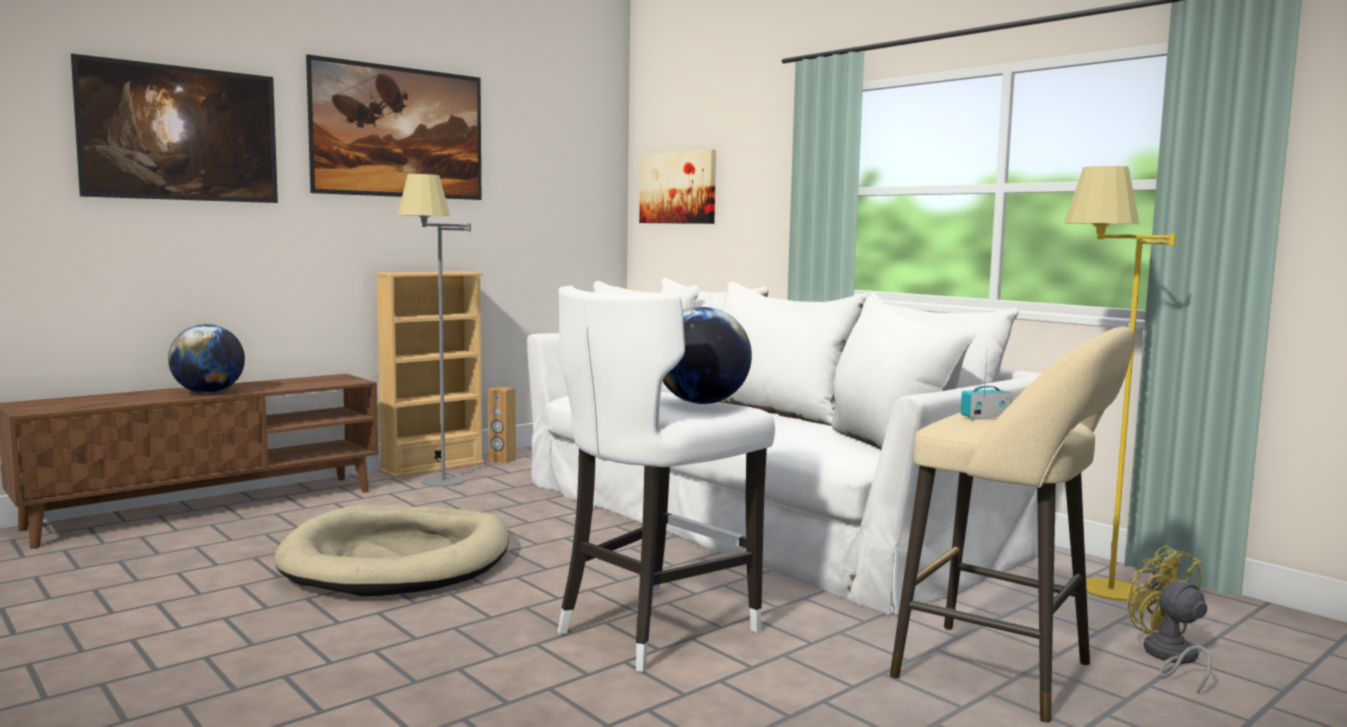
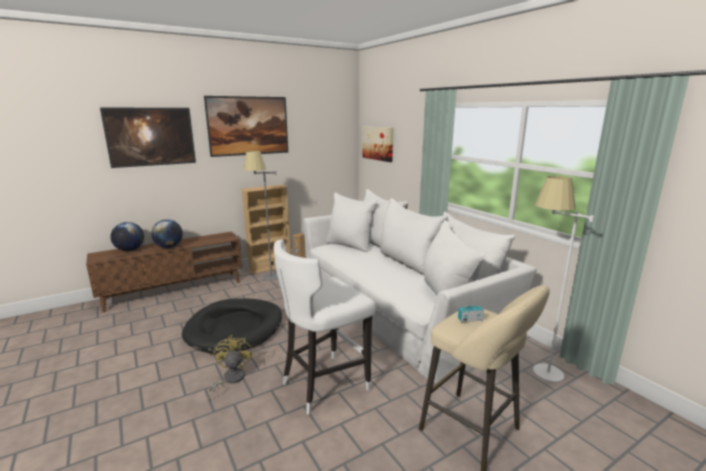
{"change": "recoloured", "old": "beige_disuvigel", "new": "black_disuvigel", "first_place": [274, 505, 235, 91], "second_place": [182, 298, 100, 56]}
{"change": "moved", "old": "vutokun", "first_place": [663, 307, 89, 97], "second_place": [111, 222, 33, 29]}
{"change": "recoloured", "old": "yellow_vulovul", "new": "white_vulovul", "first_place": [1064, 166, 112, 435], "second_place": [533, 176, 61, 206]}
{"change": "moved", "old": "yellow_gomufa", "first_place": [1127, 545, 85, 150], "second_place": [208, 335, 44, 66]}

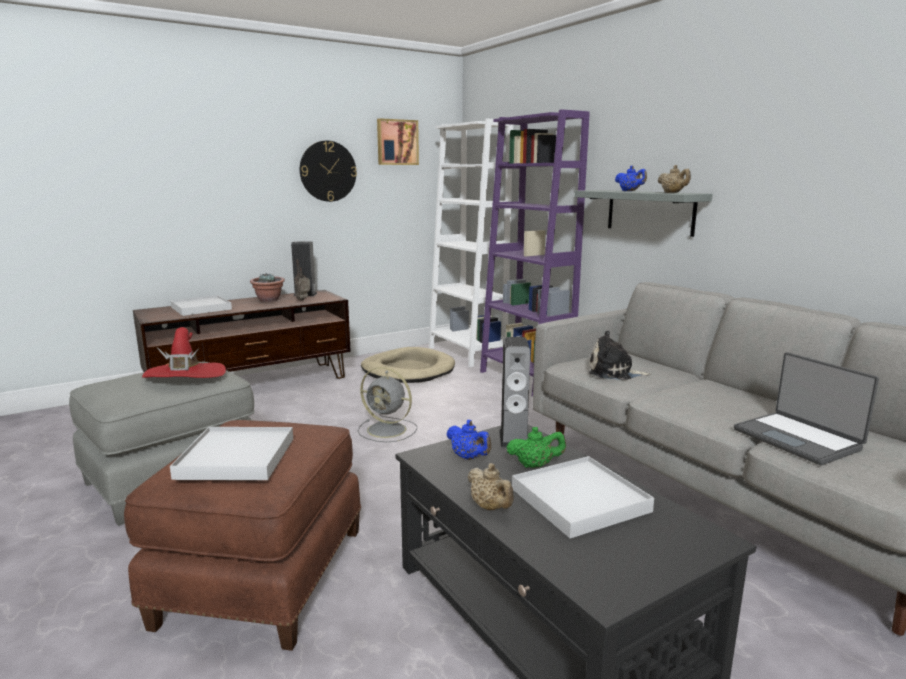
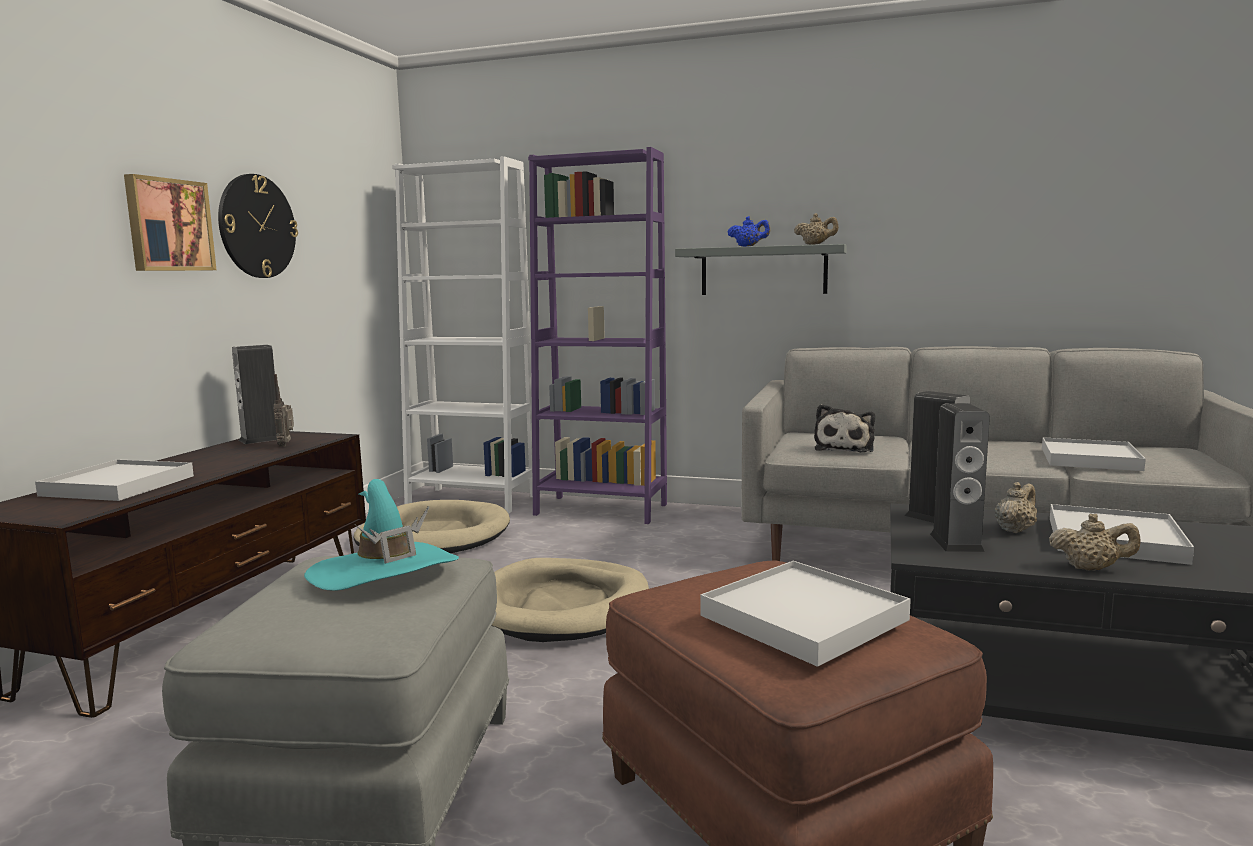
{"change": "recoloured", "old": "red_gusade", "new": "turquoise_gusade", "first_place": [142, 327, 84, 51], "second_place": [304, 479, 155, 112]}
{"change": "removed", "old": "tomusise", "first_place": [250, 273, 35, 29]}
{"change": "replaced", "old": "grey_gomufa", "new": "beige_disuvigel", "first_place": [357, 367, 60, 75], "second_place": [492, 558, 157, 84]}
{"change": "moved", "old": "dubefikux", "first_place": [377, 118, 42, 47], "second_place": [124, 174, 93, 97]}
{"change": "replaced", "old": "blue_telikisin", "new": "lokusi", "first_place": [446, 420, 45, 40], "second_place": [930, 403, 60, 149]}
{"change": "recoloured", "old": "green_telikisin", "new": "beige_telikisin", "first_place": [507, 427, 59, 41], "second_place": [995, 482, 42, 51]}
{"change": "turned", "old": "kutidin", "first_place": [589, 330, 62, 50], "second_place": [814, 404, 61, 48], "degrees": -45}
{"change": "replaced", "old": "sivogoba", "new": "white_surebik", "first_place": [734, 352, 145, 113], "second_place": [1042, 437, 104, 34]}

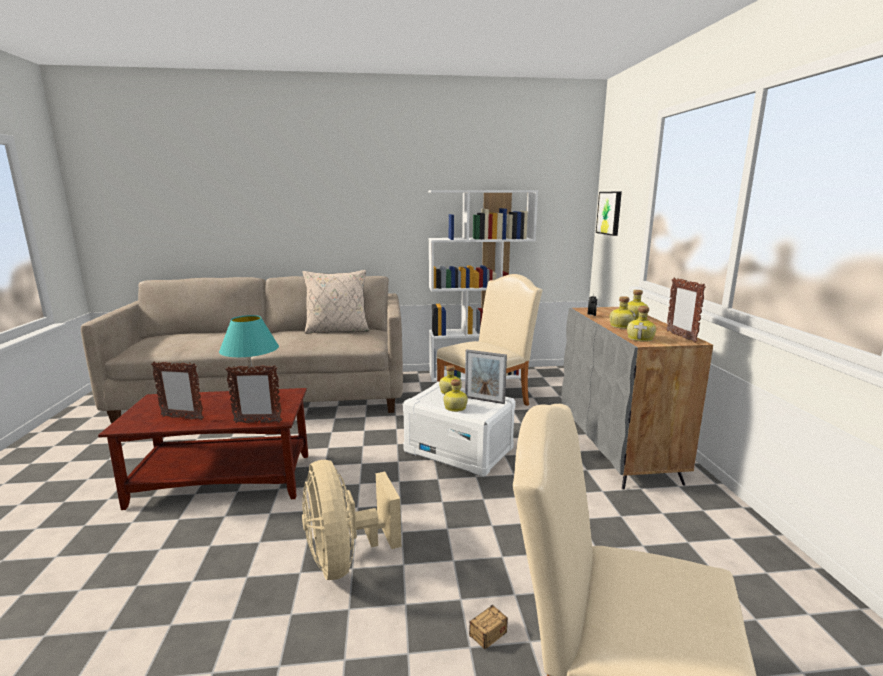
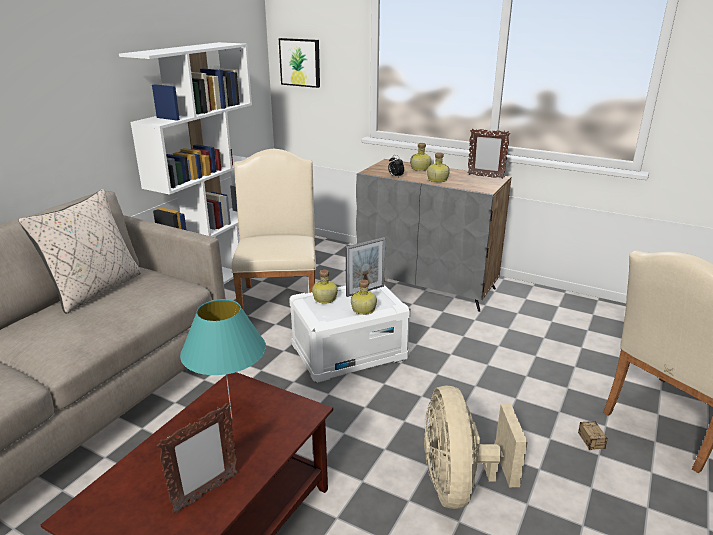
{"change": "removed", "old": "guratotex", "first_place": [225, 365, 57, 58]}
{"change": "turned", "old": "beige_gomufa", "first_place": [302, 460, 99, 120], "second_place": [424, 385, 104, 124], "degrees": 75}
{"change": "removed", "old": "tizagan", "first_place": [627, 306, 29, 36]}

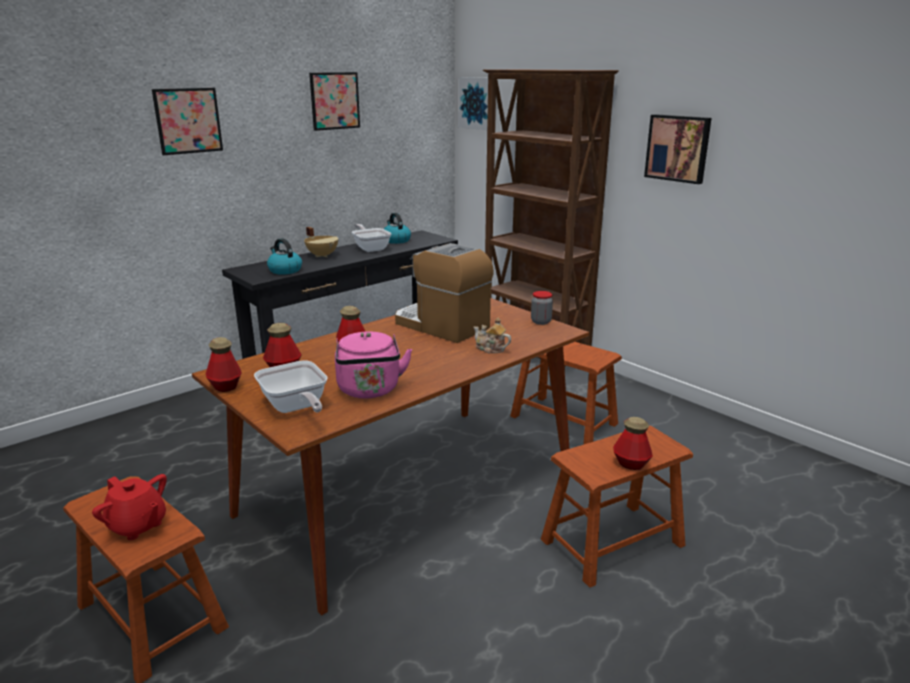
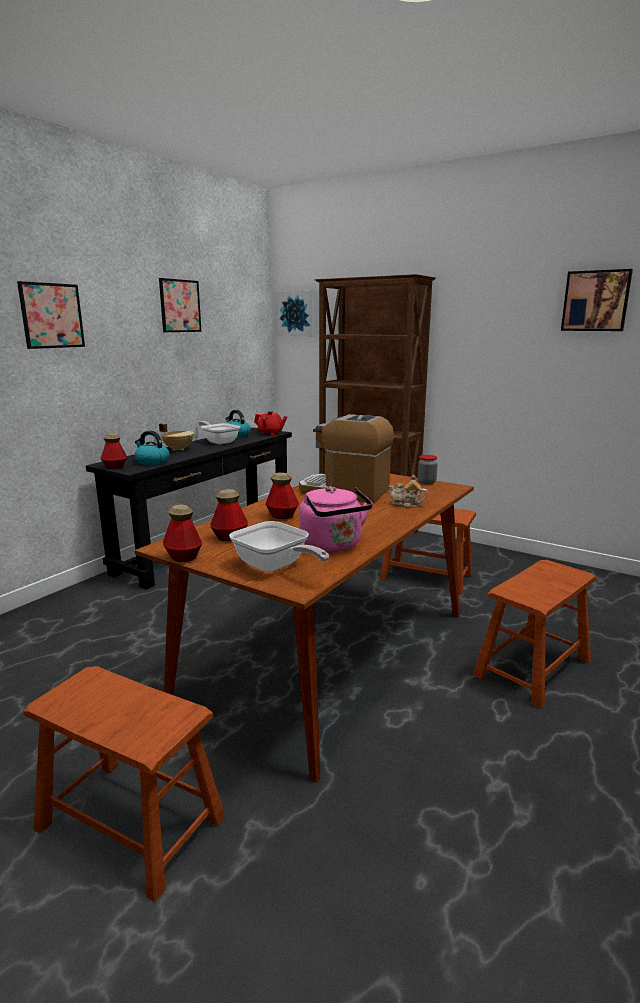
{"change": "moved", "old": "red_telikisin", "first_place": [92, 474, 75, 66], "second_place": [254, 411, 33, 24]}
{"change": "moved", "old": "tizagan", "first_place": [613, 417, 40, 53], "second_place": [101, 434, 26, 35]}
{"change": "moved", "old": "dubefikux", "first_place": [644, 114, 68, 70], "second_place": [561, 269, 72, 62]}

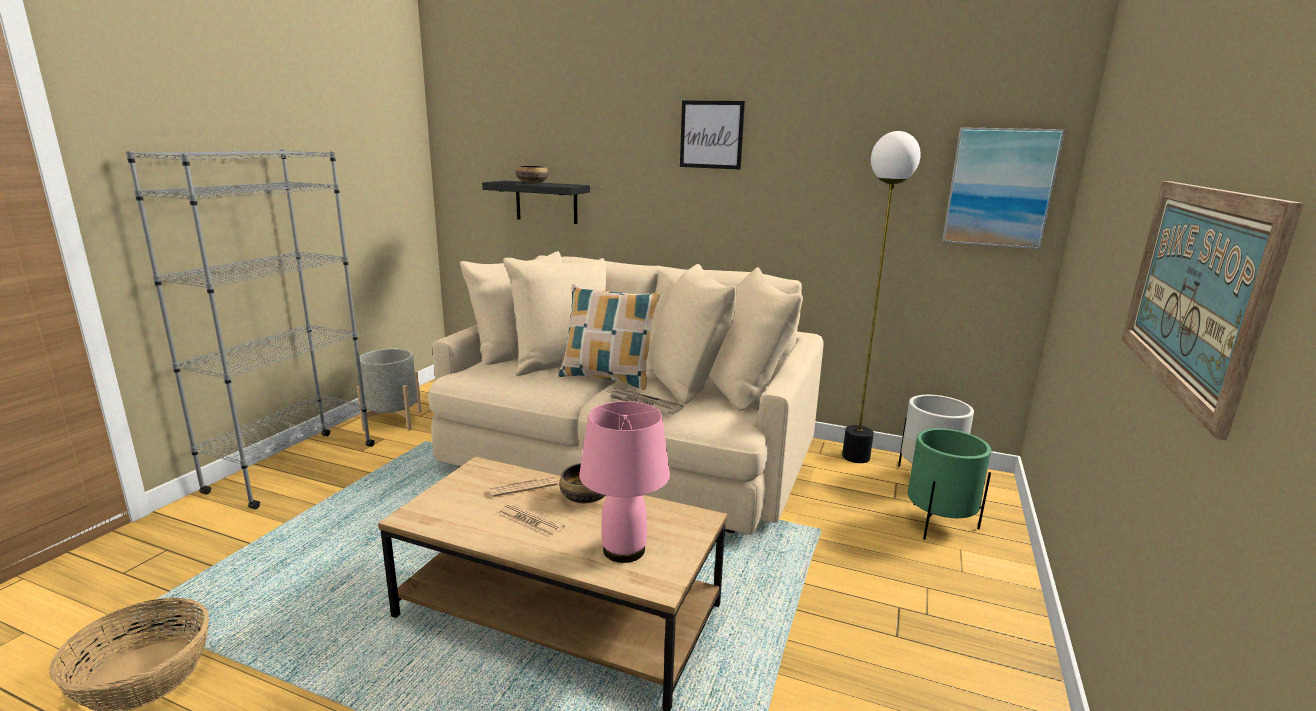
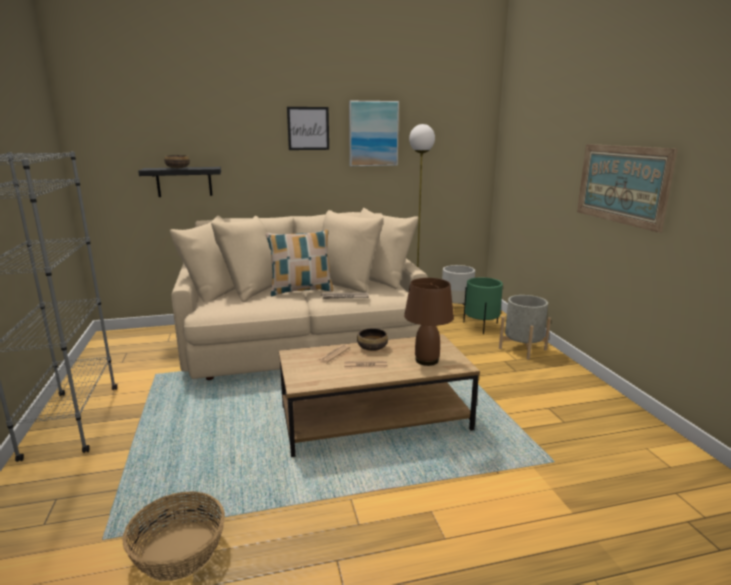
{"change": "moved", "old": "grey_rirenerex", "first_place": [357, 349, 65, 82], "second_place": [499, 295, 52, 65]}
{"change": "recoloured", "old": "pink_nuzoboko", "new": "brown_nuzoboko", "first_place": [579, 401, 91, 162], "second_place": [404, 278, 50, 88]}
{"change": "moved", "old": "dubefikux", "first_place": [942, 127, 123, 123], "second_place": [349, 101, 50, 65]}

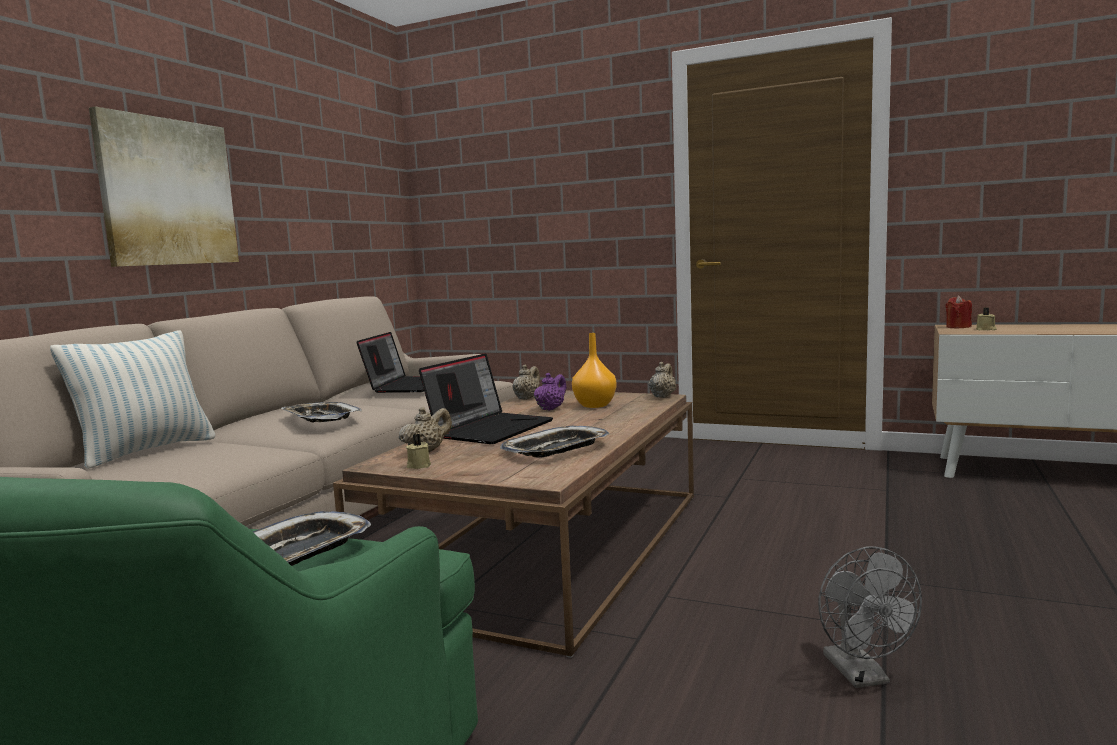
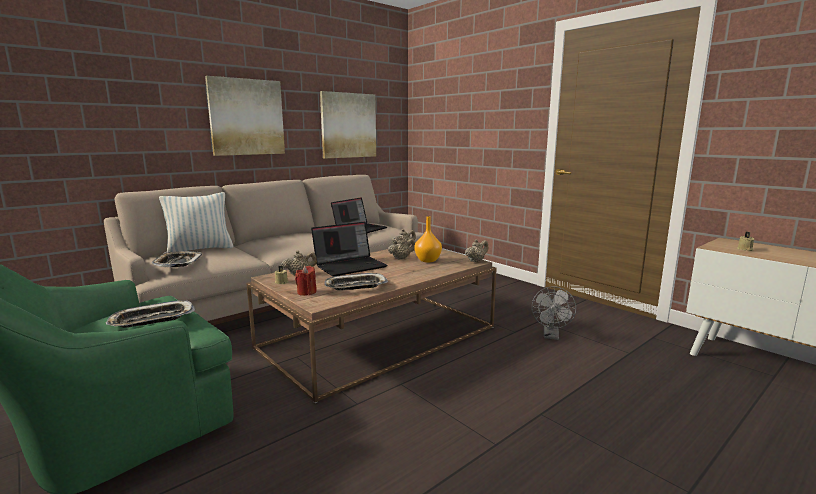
{"change": "moved", "old": "surebik", "first_place": [282, 402, 80, 20], "second_place": [152, 251, 50, 16]}
{"change": "recoloured", "old": "purple_telikisin", "new": "beige_telikisin", "first_place": [534, 373, 32, 38], "second_place": [388, 237, 27, 23]}
{"change": "moved", "old": "grey_gomufa", "first_place": [818, 547, 104, 141], "second_place": [532, 286, 44, 54]}
{"change": "moved", "old": "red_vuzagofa", "first_place": [946, 296, 26, 32], "second_place": [295, 266, 21, 30]}
{"change": "added", "new": "dubefikux", "second_place": [320, 91, 56, 67]}

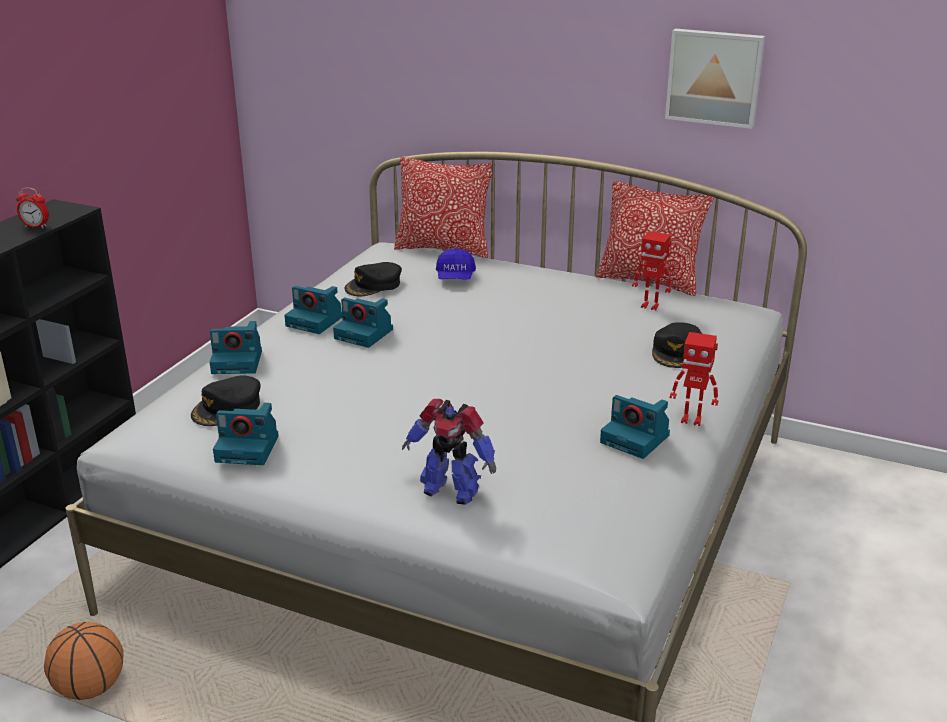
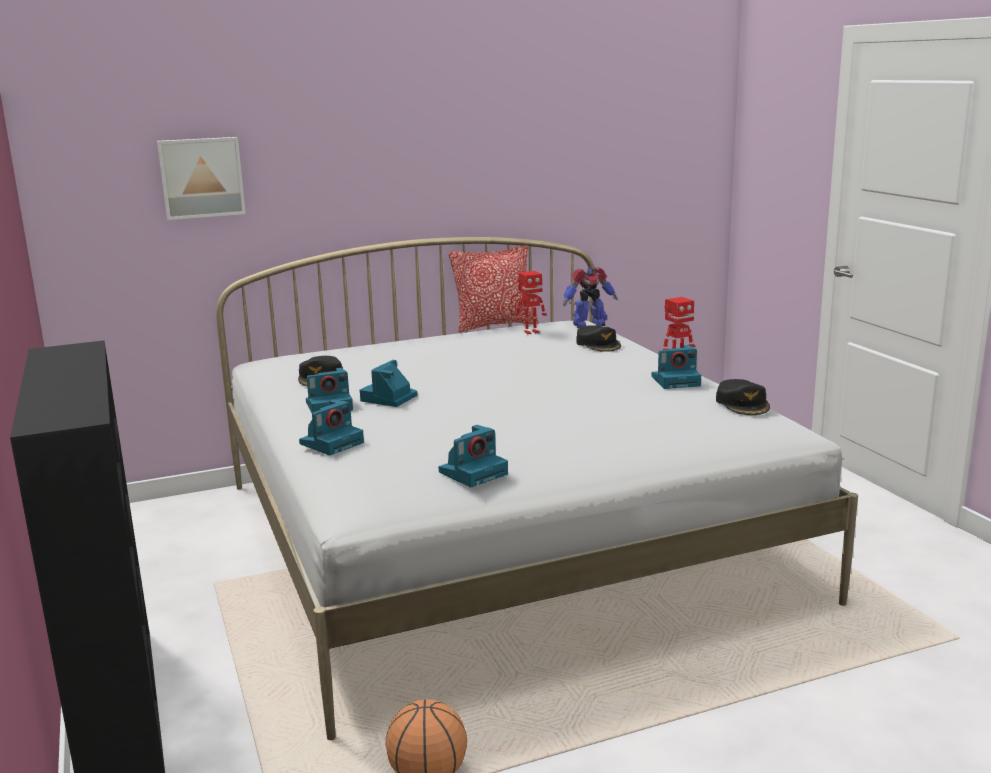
{"change": "removed", "old": "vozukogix", "first_place": [16, 187, 33, 41]}
{"change": "moved", "old": "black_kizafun", "first_place": [191, 376, 70, 50], "second_place": [716, 379, 54, 36]}
{"change": "turned", "old": "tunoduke", "first_place": [333, 298, 60, 50], "second_place": [360, 360, 57, 47], "degrees": 135}
{"change": "removed", "old": "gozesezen", "first_place": [394, 157, 98, 101]}
{"change": "moved", "old": "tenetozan", "first_place": [402, 399, 94, 106], "second_place": [563, 267, 55, 61]}
{"change": "removed", "old": "blue_kizafun", "first_place": [436, 248, 40, 32]}
{"change": "moved", "old": "dubefikux", "first_place": [665, 29, 100, 100], "second_place": [157, 137, 89, 83]}

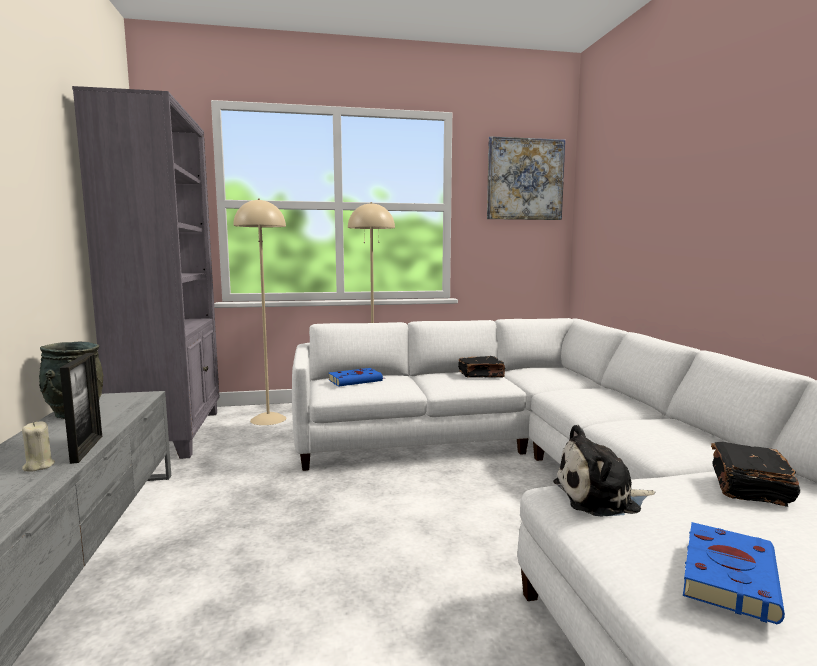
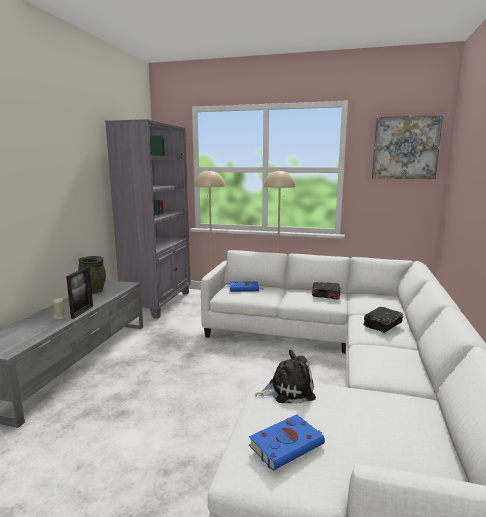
{"change": "turned", "old": "kutidin", "first_place": [553, 425, 103, 91], "second_place": [255, 350, 61, 53], "degrees": 150}
{"change": "moved", "old": "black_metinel", "first_place": [711, 442, 89, 65], "second_place": [363, 307, 40, 26]}

